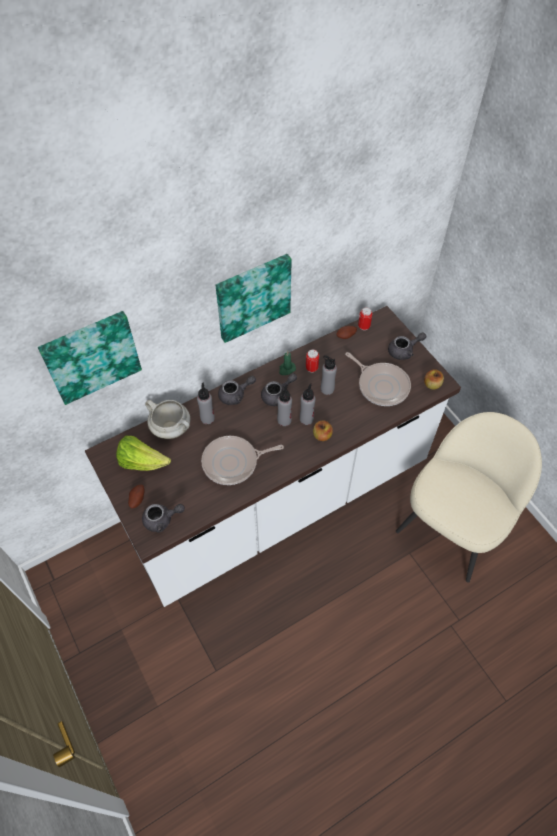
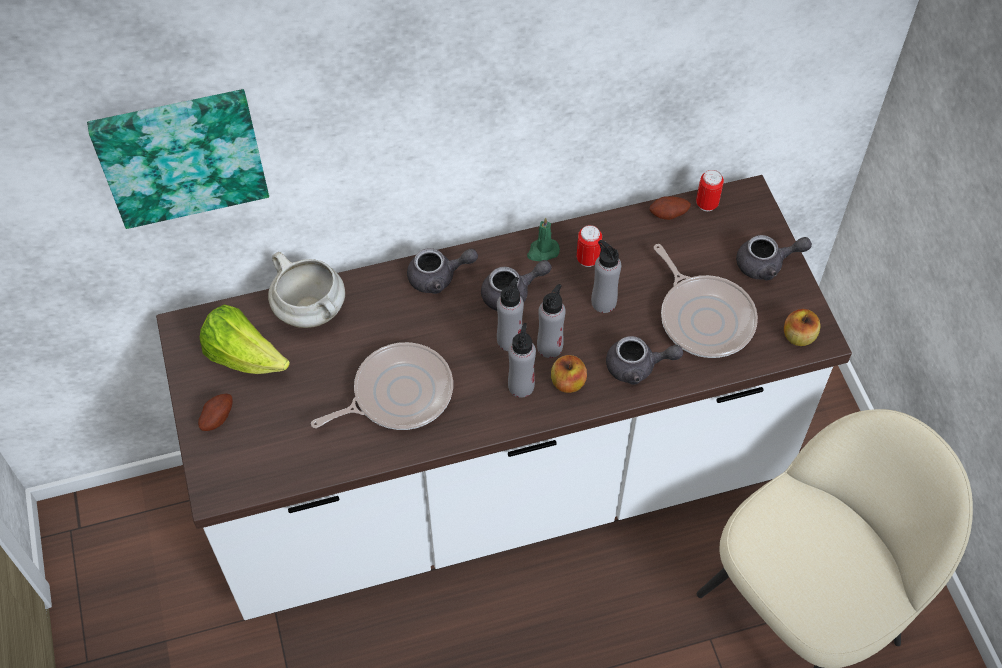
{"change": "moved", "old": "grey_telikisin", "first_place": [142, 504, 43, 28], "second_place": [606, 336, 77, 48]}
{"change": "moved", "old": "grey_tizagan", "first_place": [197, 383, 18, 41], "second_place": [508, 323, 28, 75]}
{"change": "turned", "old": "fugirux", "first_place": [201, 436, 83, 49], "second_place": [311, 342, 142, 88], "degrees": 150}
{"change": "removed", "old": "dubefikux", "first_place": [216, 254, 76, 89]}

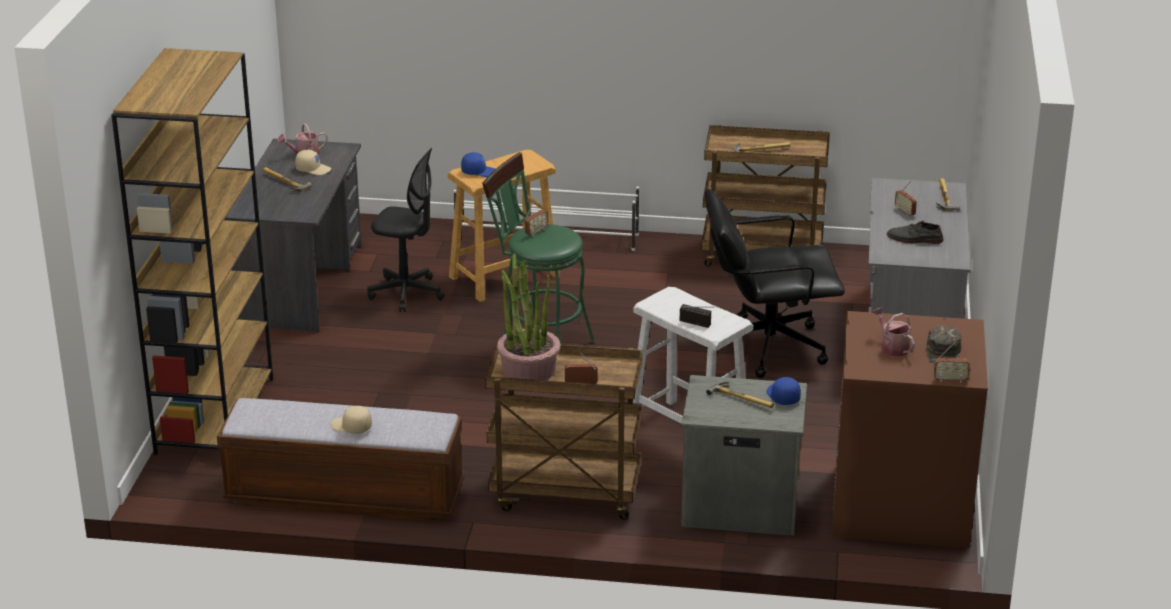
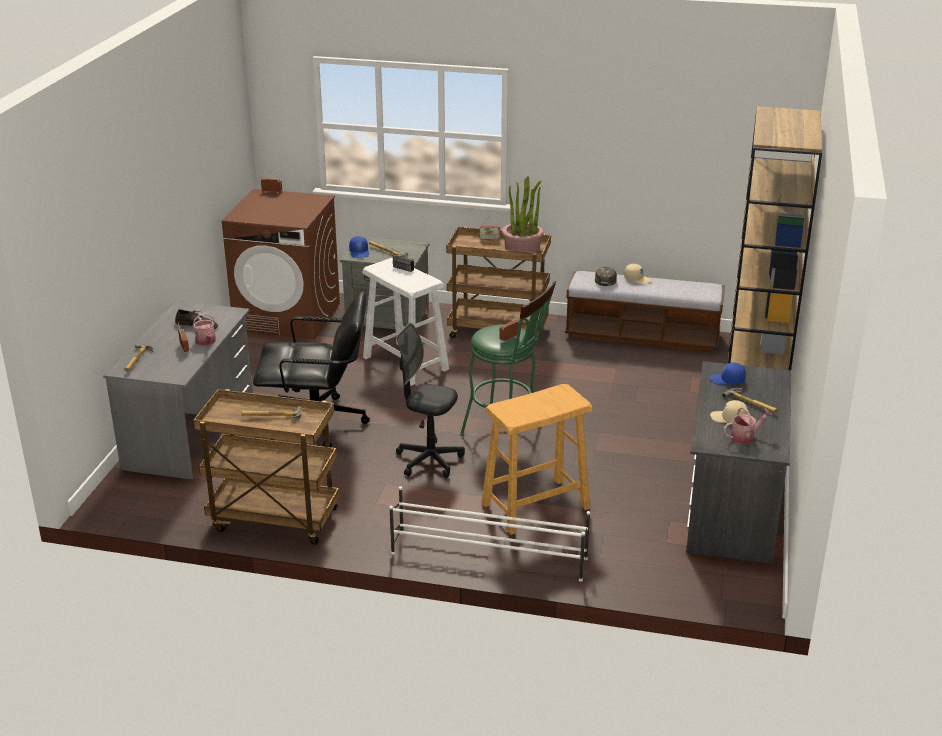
{"change": "moved", "old": "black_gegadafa", "first_place": [367, 148, 78, 164], "second_place": [396, 323, 69, 155]}
{"change": "moved", "old": "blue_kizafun", "first_place": [461, 152, 34, 25], "second_place": [710, 363, 36, 22]}
{"change": "moved", "old": "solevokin", "first_place": [872, 307, 43, 49], "second_place": [192, 313, 24, 33]}
{"change": "moved", "old": "green_kizafun", "first_place": [927, 325, 34, 40], "second_place": [595, 267, 22, 19]}

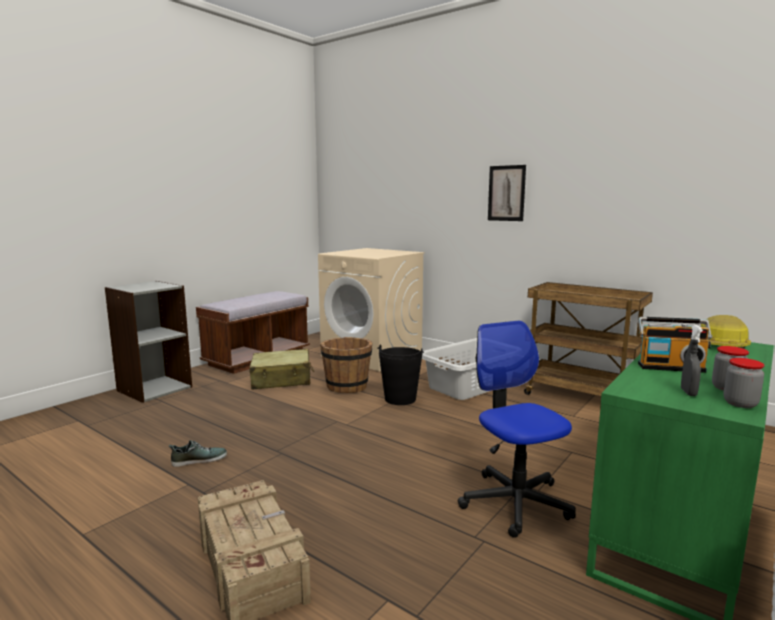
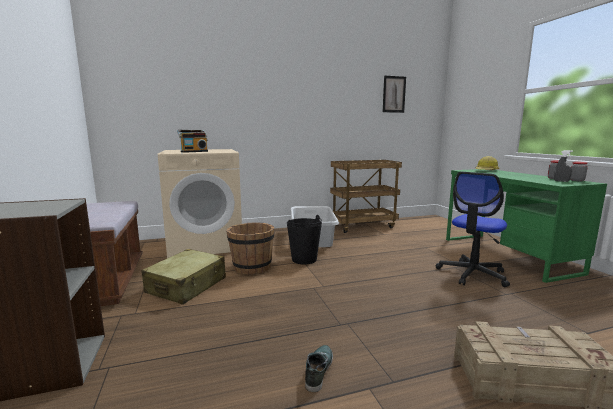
{"change": "turned", "old": "gegadafa", "first_place": [458, 321, 118, 217], "second_place": [436, 172, 74, 115], "degrees": -60}
{"change": "moved", "old": "dubefikux", "first_place": [488, 165, 38, 56], "second_place": [383, 75, 23, 38]}
{"change": "moved", "old": "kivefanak", "first_place": [638, 317, 74, 56], "second_place": [177, 130, 31, 23]}

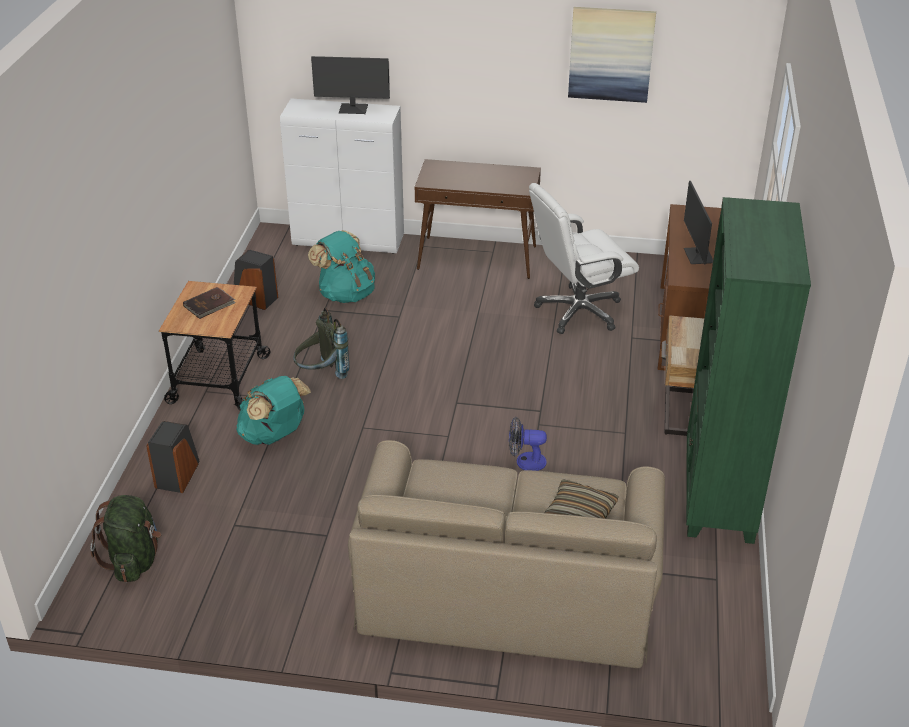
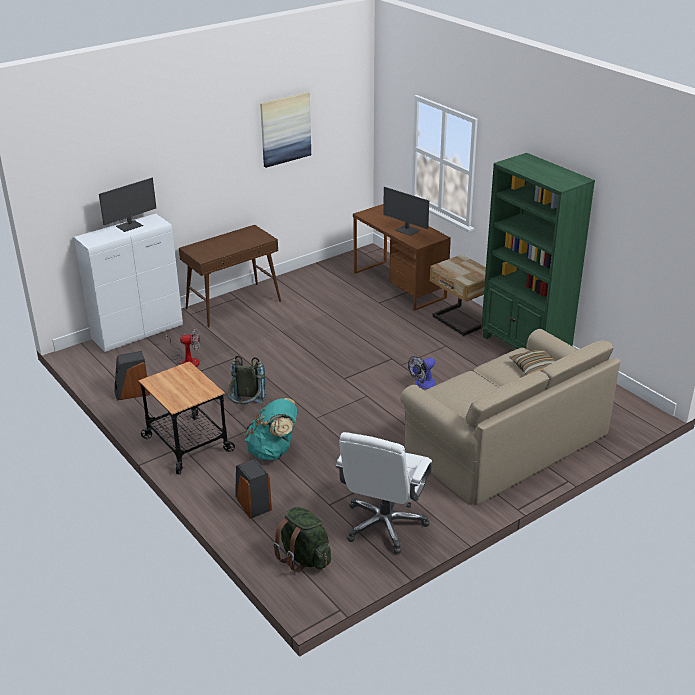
{"change": "removed", "old": "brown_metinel", "first_place": [183, 287, 53, 32]}
{"change": "replaced", "old": "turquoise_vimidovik", "new": "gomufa", "first_place": [308, 230, 67, 73], "second_place": [166, 328, 34, 39]}
{"change": "moved", "old": "white_gegadafa", "first_place": [529, 183, 110, 151], "second_place": [335, 432, 97, 122]}

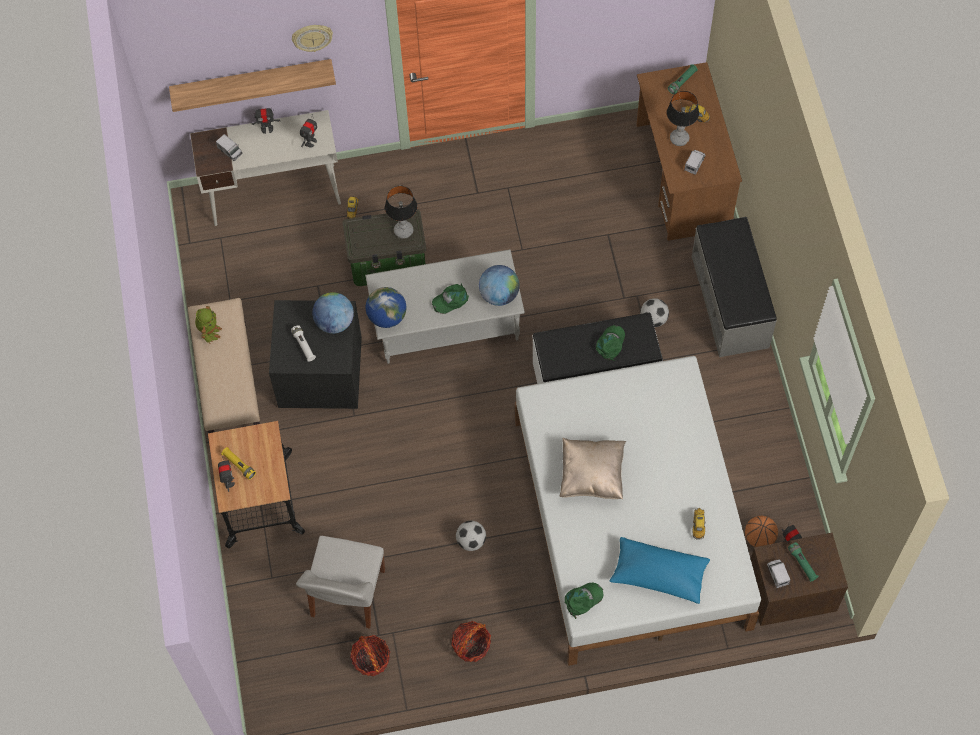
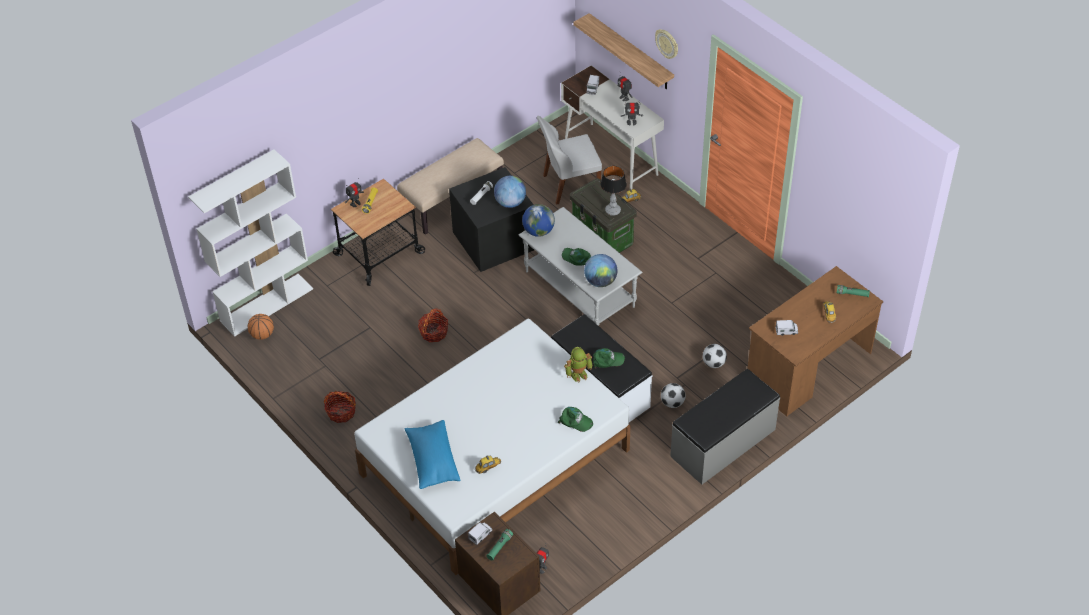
{"change": "moved", "old": "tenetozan", "first_place": [195, 306, 27, 38], "second_place": [564, 347, 29, 36]}
{"change": "moved", "old": "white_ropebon", "first_place": [296, 536, 89, 93], "second_place": [537, 116, 65, 89]}
{"change": "moved", "old": "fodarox", "first_place": [350, 635, 40, 41], "second_place": [418, 308, 30, 34]}
{"change": "moved", "old": "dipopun", "first_place": [456, 521, 30, 30], "second_place": [702, 344, 25, 24]}
{"change": "removed", "old": "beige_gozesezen", "first_place": [560, 438, 66, 61]}
{"change": "moved", "old": "green_kizafun", "first_place": [565, 583, 38, 36], "second_place": [558, 407, 35, 25]}
{"change": "removed", "old": "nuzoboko", "first_place": [667, 91, 32, 55]}
{"change": "moved", "old": "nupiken", "first_place": [745, 515, 33, 32], "second_place": [248, 314, 26, 26]}
{"change": "added", "new": "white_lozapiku", "second_place": [188, 149, 125, 188]}

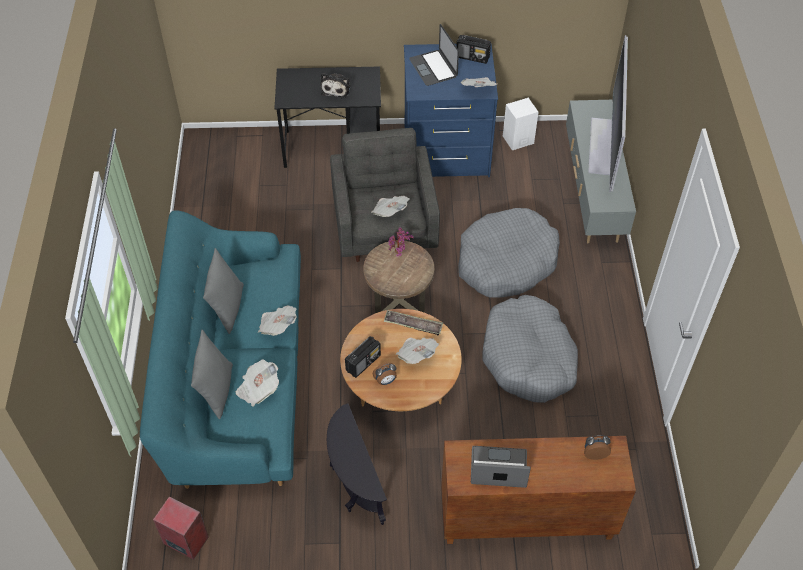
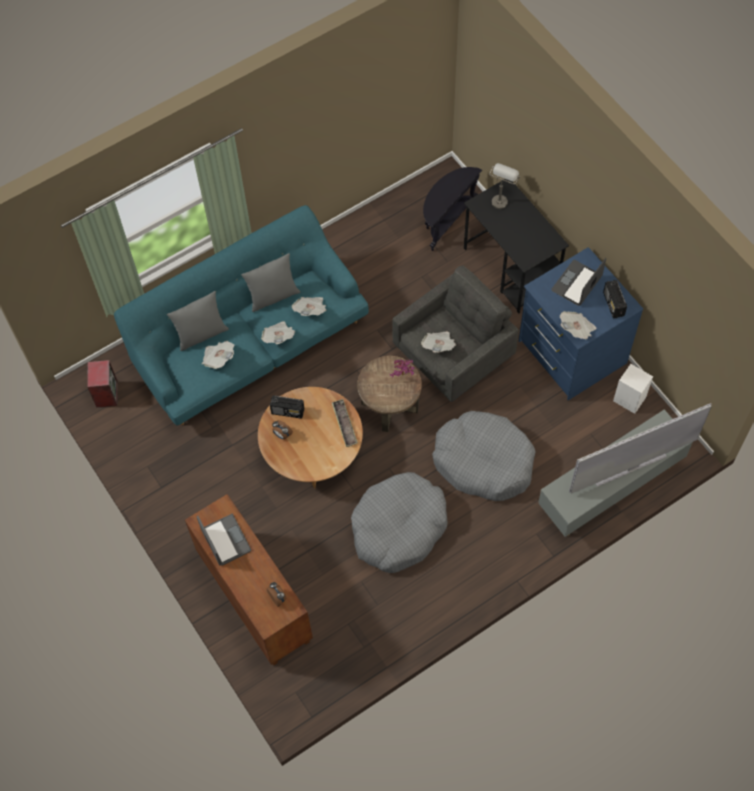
{"change": "removed", "old": "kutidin", "first_place": [321, 73, 29, 25]}
{"change": "moved", "old": "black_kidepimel", "first_place": [327, 403, 60, 122], "second_place": [423, 167, 59, 84]}
{"change": "moved", "old": "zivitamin", "first_place": [396, 337, 43, 27], "second_place": [292, 297, 34, 19]}
{"change": "added", "new": "grey_nuzoboko", "second_place": [489, 163, 31, 46]}

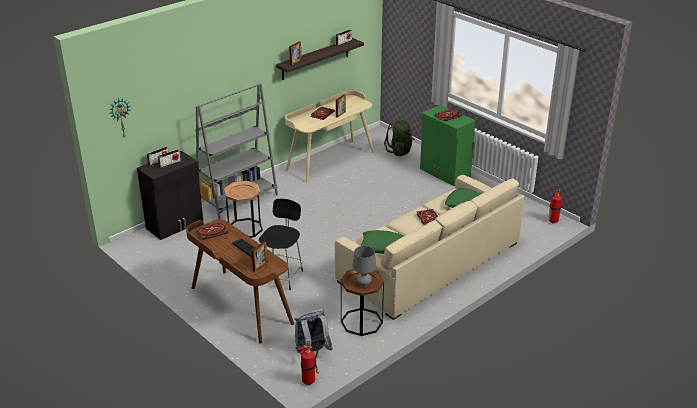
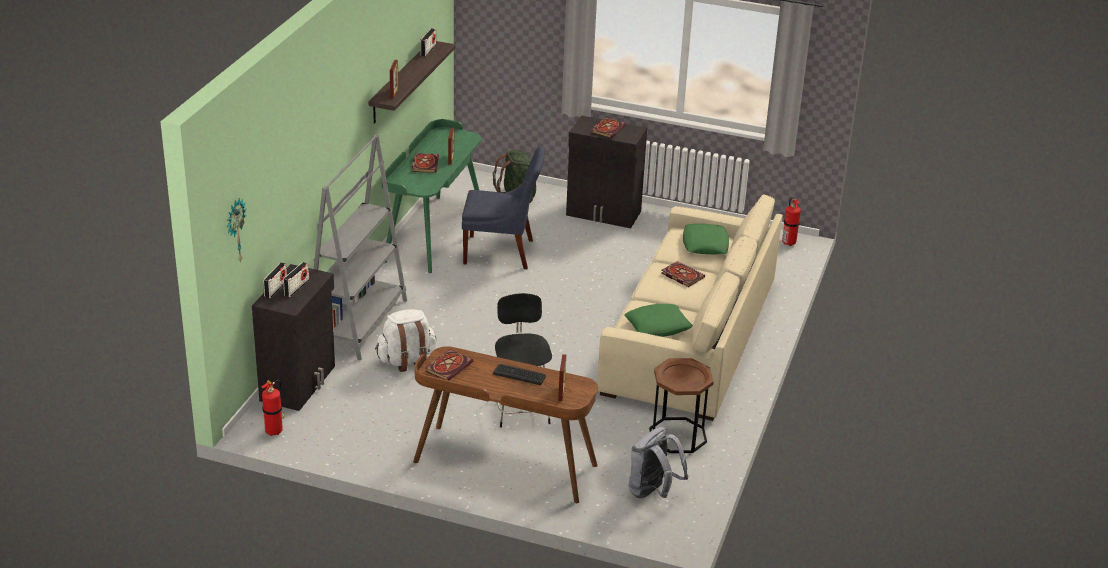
{"change": "replaced", "old": "brown_kidepimel", "new": "white_vimidovik", "first_place": [224, 181, 39, 57], "second_place": [375, 309, 62, 63]}
{"change": "recoloured", "old": "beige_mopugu", "new": "green_mopugu", "first_place": [285, 90, 89, 93], "second_place": [382, 119, 99, 154]}
{"change": "moved", "old": "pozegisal", "first_place": [299, 345, 21, 40], "second_place": [262, 380, 23, 56]}
{"change": "removed", "old": "grey_nuzoboko", "first_place": [352, 246, 24, 41]}
{"change": "recoloured", "old": "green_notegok", "new": "black_notegok", "first_place": [420, 105, 56, 81], "second_place": [566, 115, 81, 113]}
{"change": "added", "new": "blue_ropebon", "second_place": [462, 146, 83, 123]}

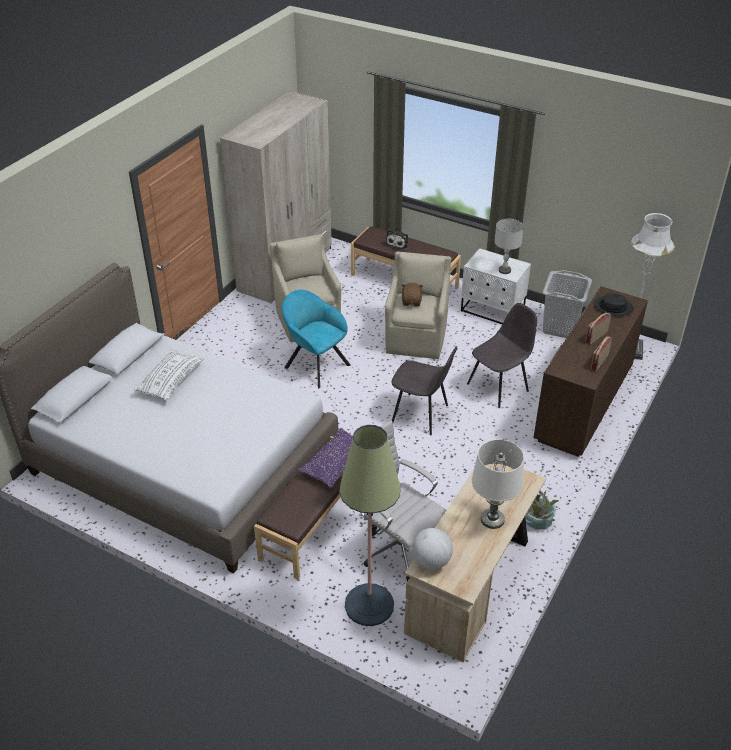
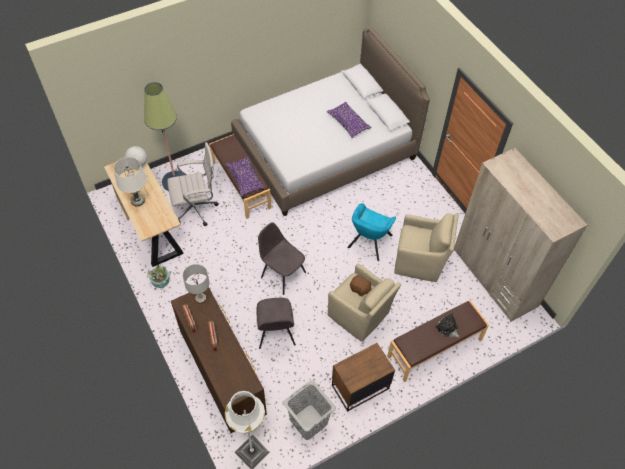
{"change": "recoloured", "old": "white_gozesezen", "new": "purple_gozesezen", "first_place": [133, 349, 71, 52], "second_place": [327, 102, 44, 36]}
{"change": "turned", "old": "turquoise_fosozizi", "first_place": [282, 290, 69, 98], "second_place": [347, 203, 49, 58], "degrees": 135}
{"change": "turned", "old": "grey_ropebon", "first_place": [392, 347, 65, 88], "second_place": [258, 222, 48, 73], "degrees": 75}
{"change": "recoloured", "old": "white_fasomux", "new": "brown_fasomux", "first_place": [461, 248, 70, 76], "second_place": [332, 343, 63, 69]}
{"change": "moved", "old": "grey_nuzoboko", "first_place": [494, 219, 30, 55], "second_place": [183, 264, 26, 39]}
{"change": "removed", "old": "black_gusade", "first_place": [594, 293, 40, 23]}

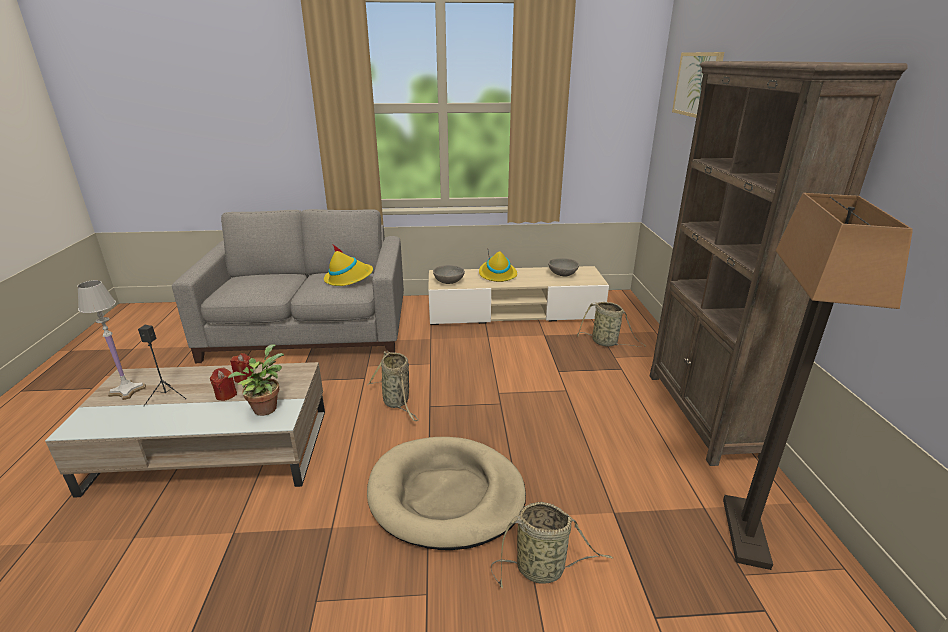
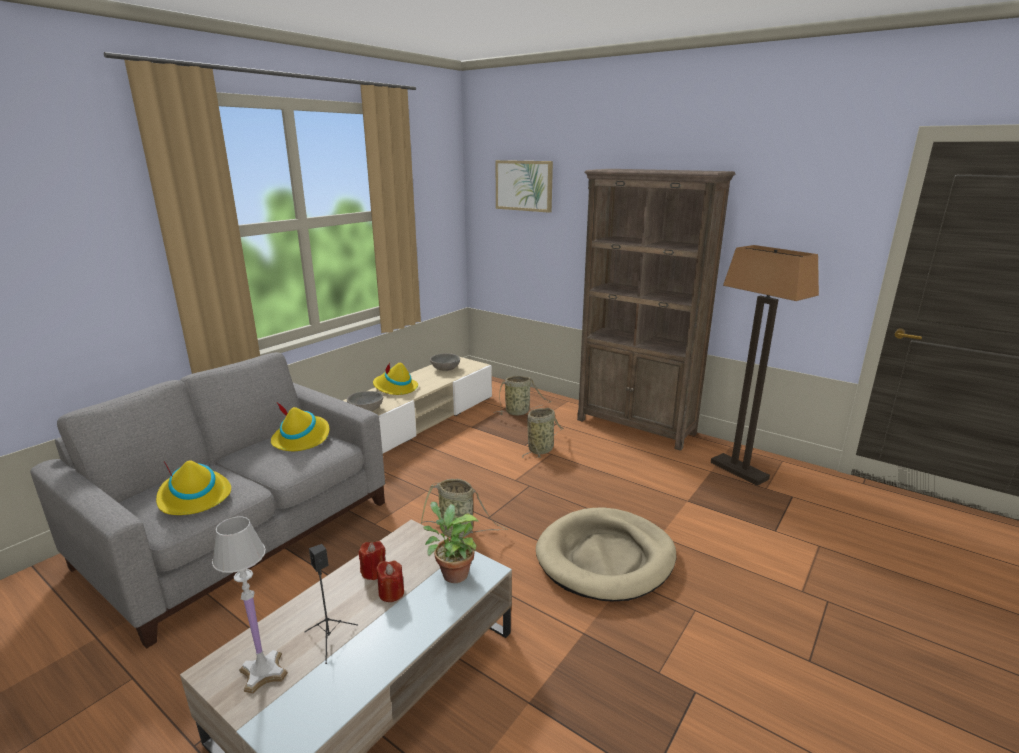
{"change": "moved", "old": "fodarox", "first_place": [491, 502, 122, 86], "second_place": [522, 408, 42, 51]}
{"change": "added", "new": "yellow_gusade", "second_place": [156, 461, 75, 54]}

